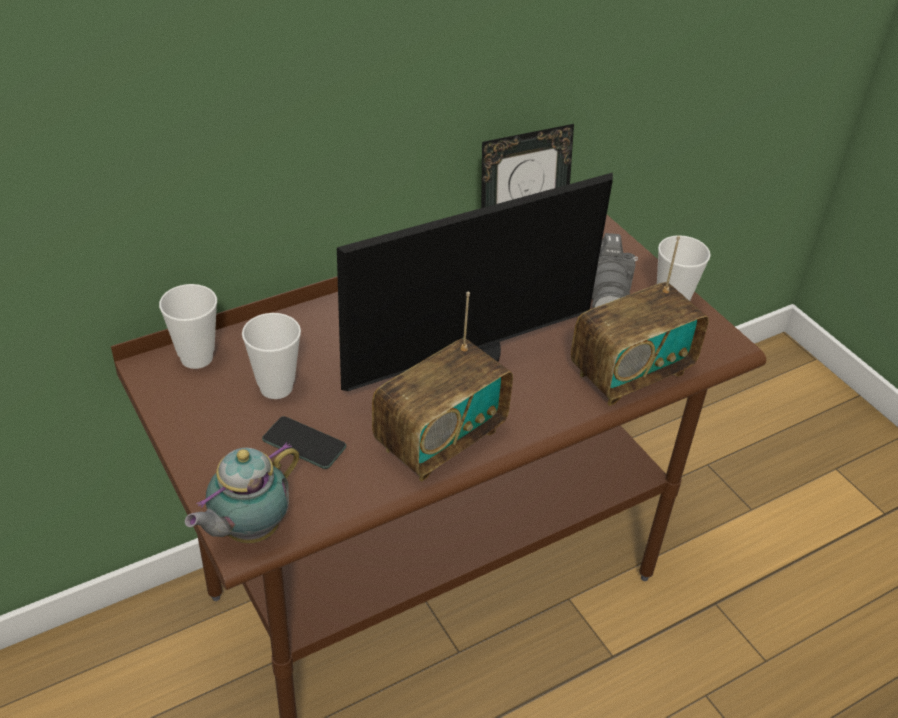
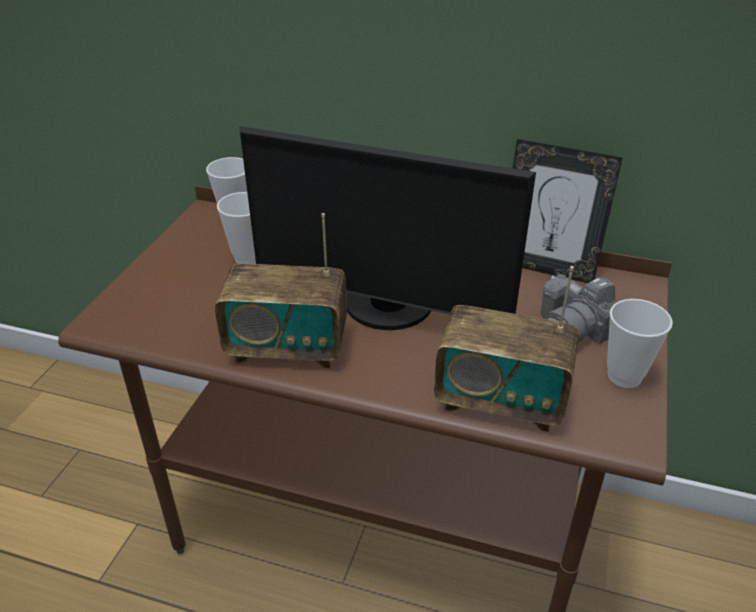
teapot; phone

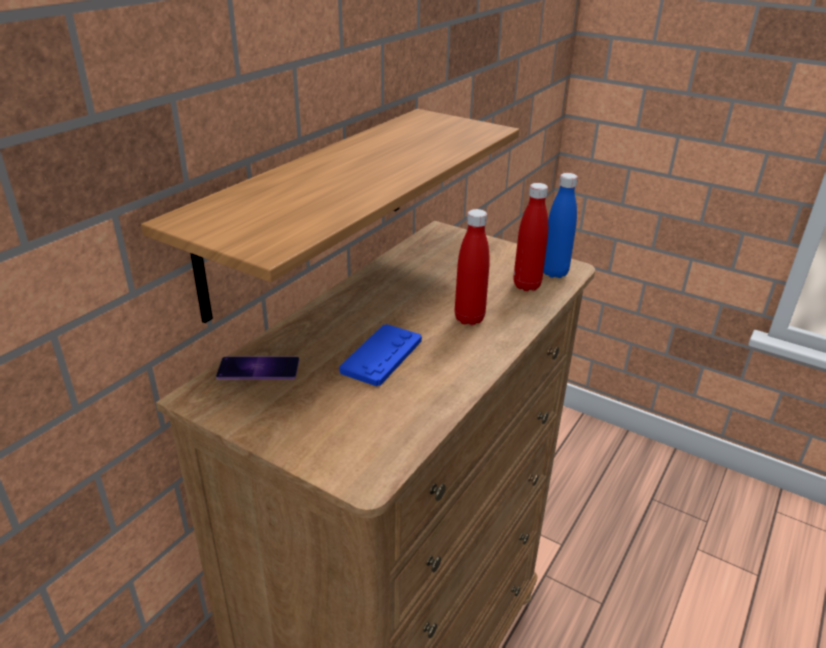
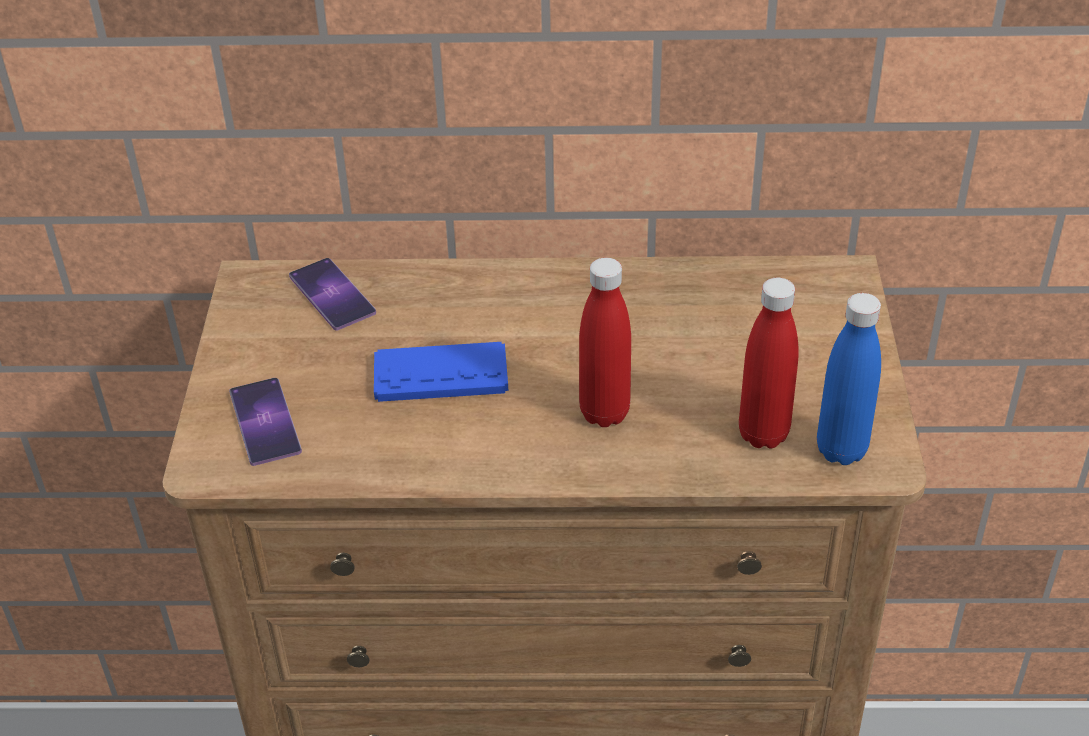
shelf; phone (no. 1 from left)

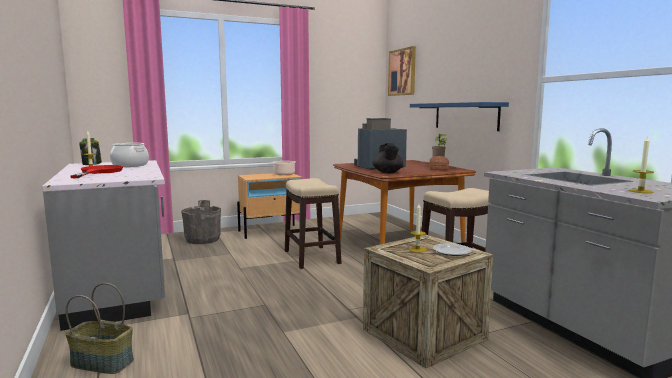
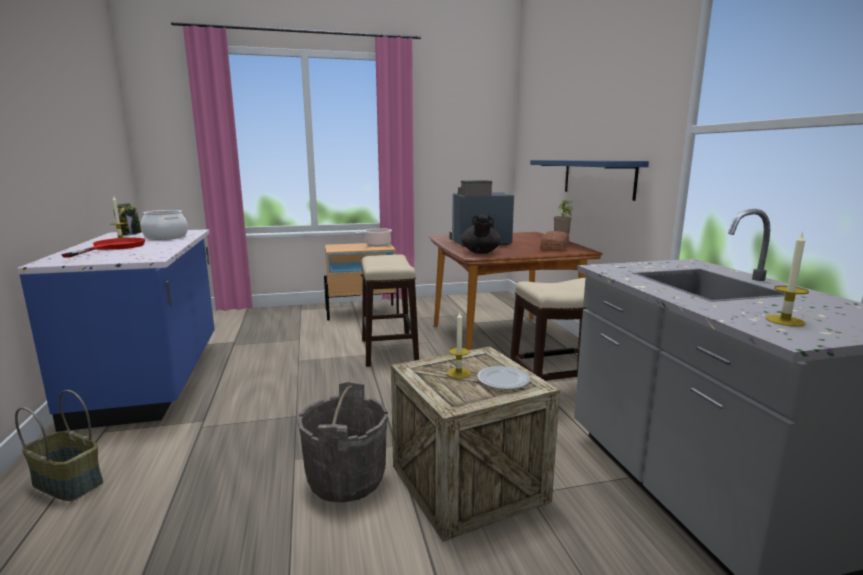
counter/blue; bucket/grey; picture

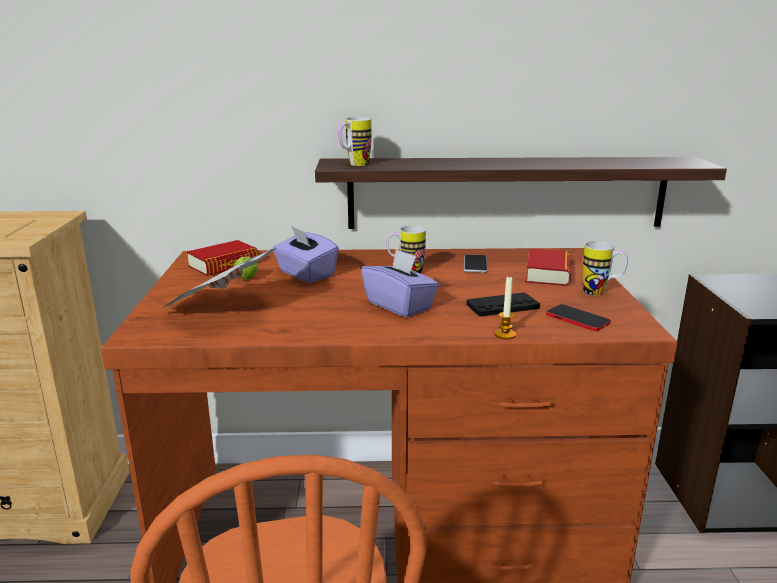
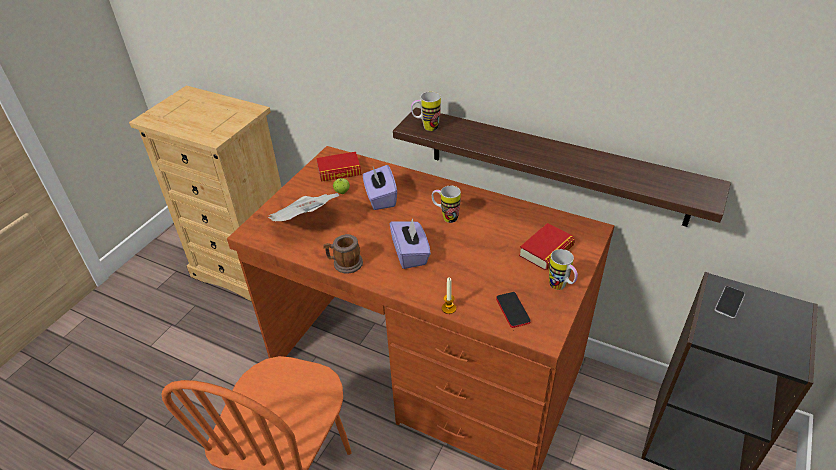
phone (no. 2 from left); game controller/black; mug (no. 1 from left)

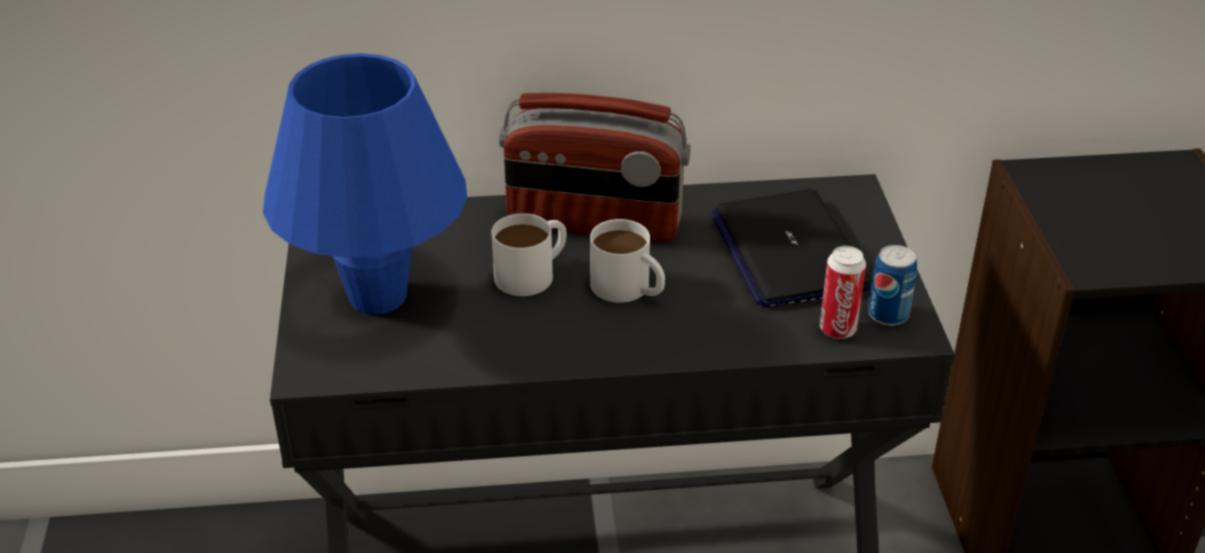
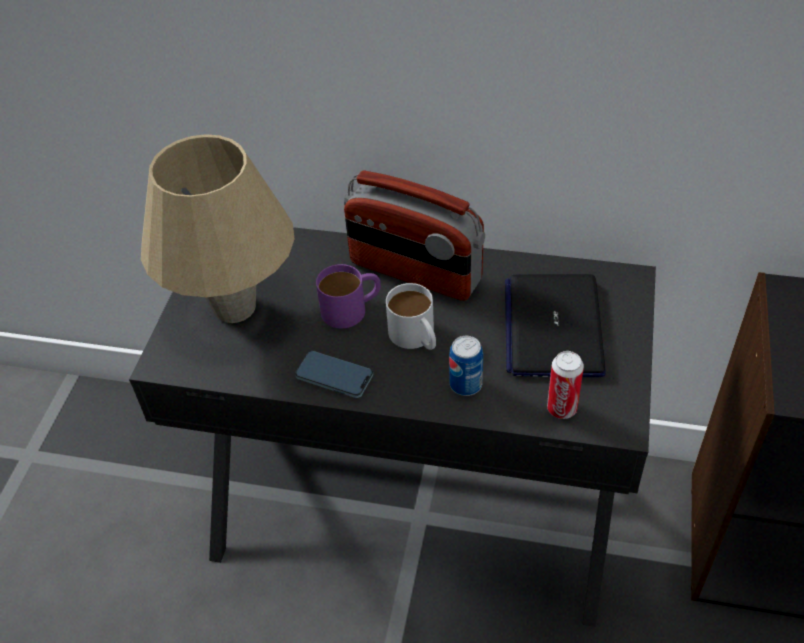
table lamp/beige; mug/purple; can (no. 1 from left); phone

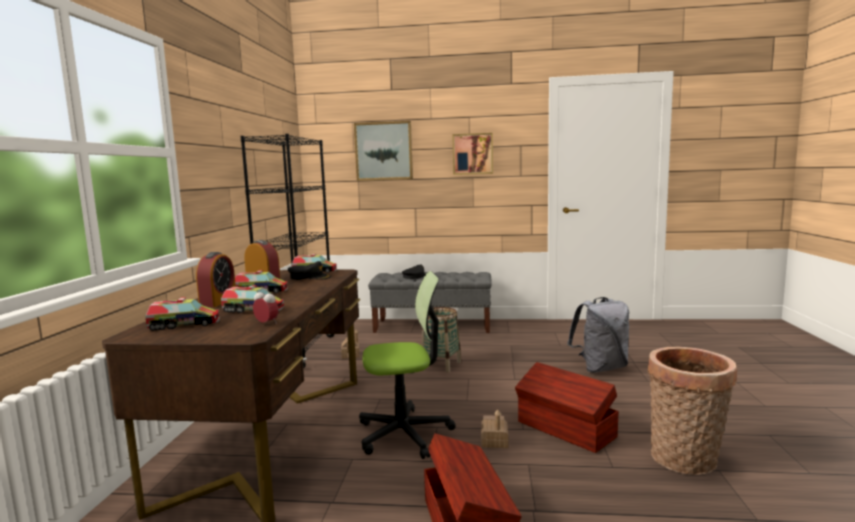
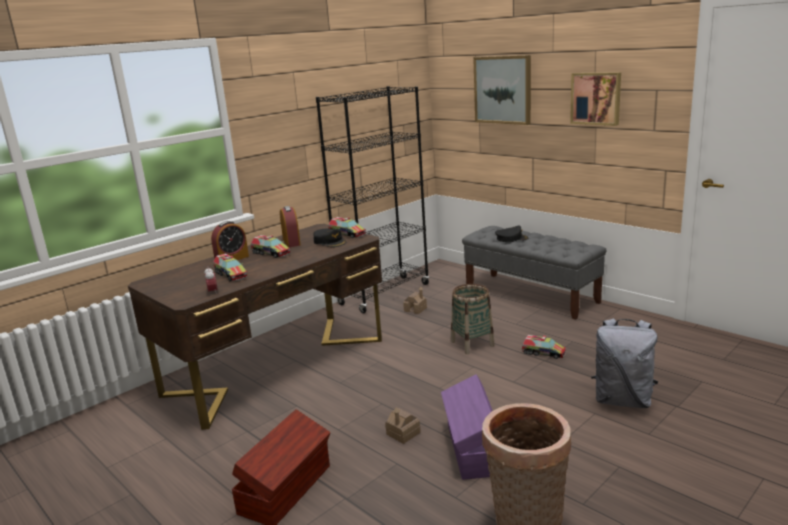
toy truck (no. 4 from left); office chair; storage box/purple

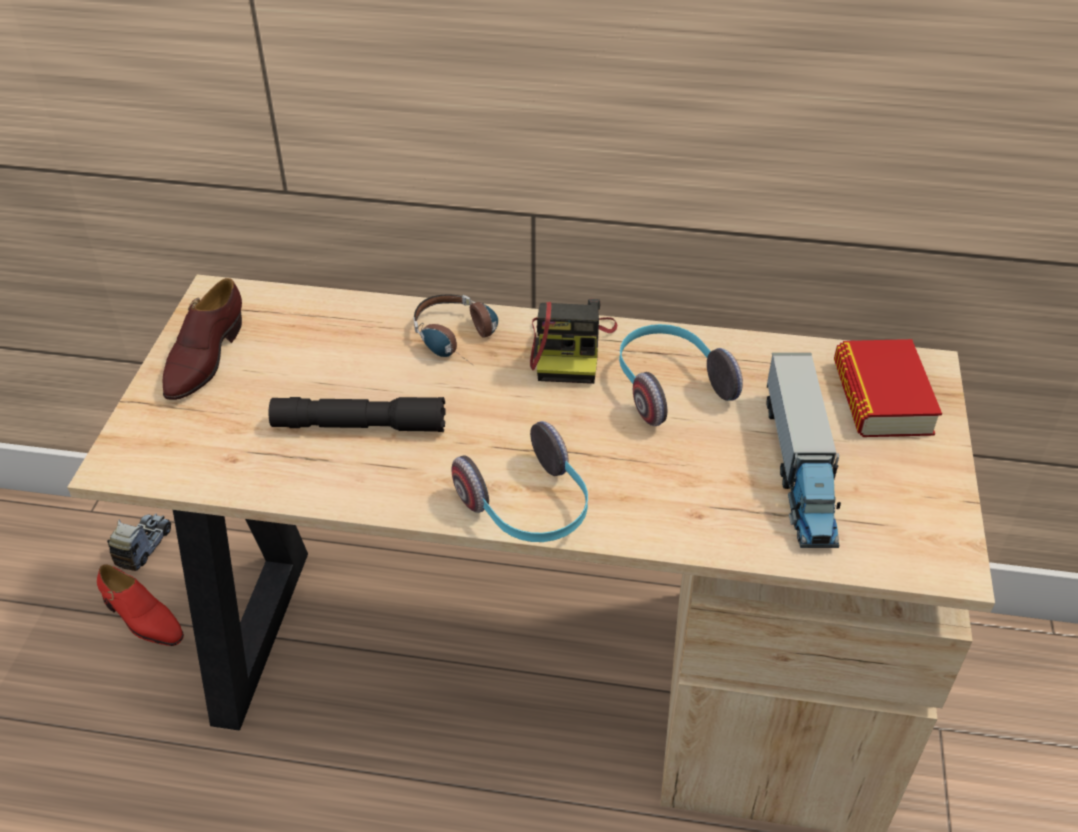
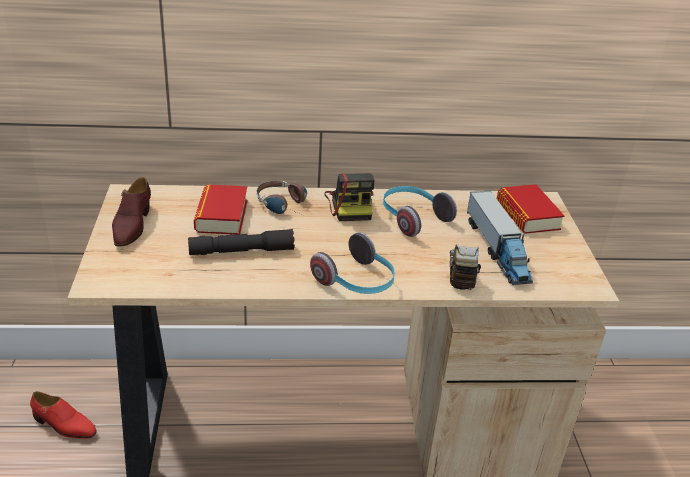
toy truck (no. 1 from left); book (no. 1 from left)

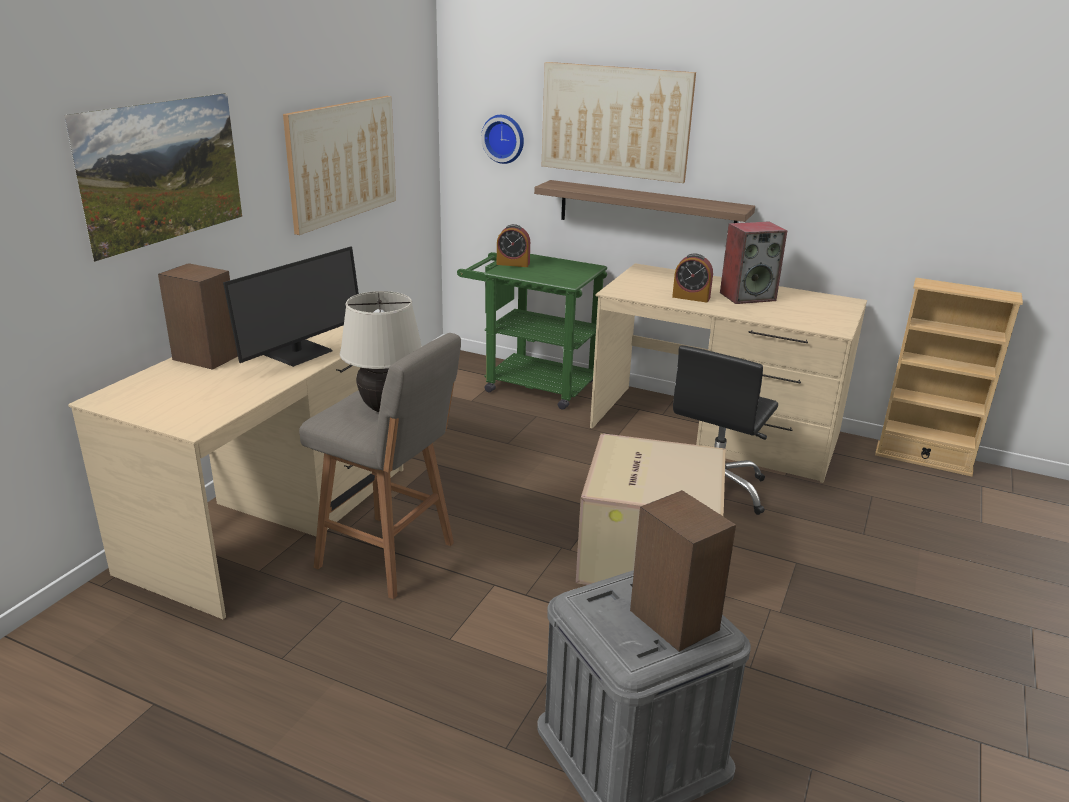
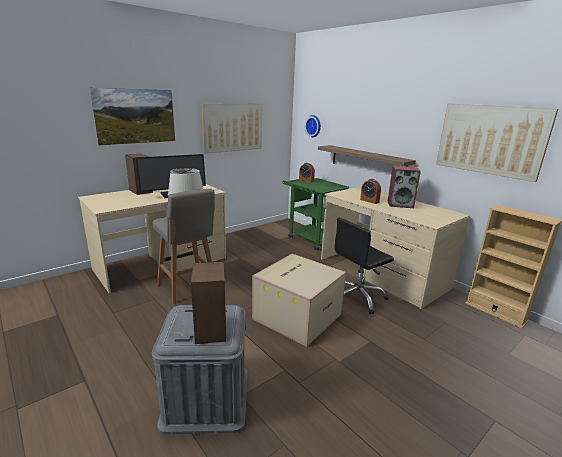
picture (no. 3 from left)

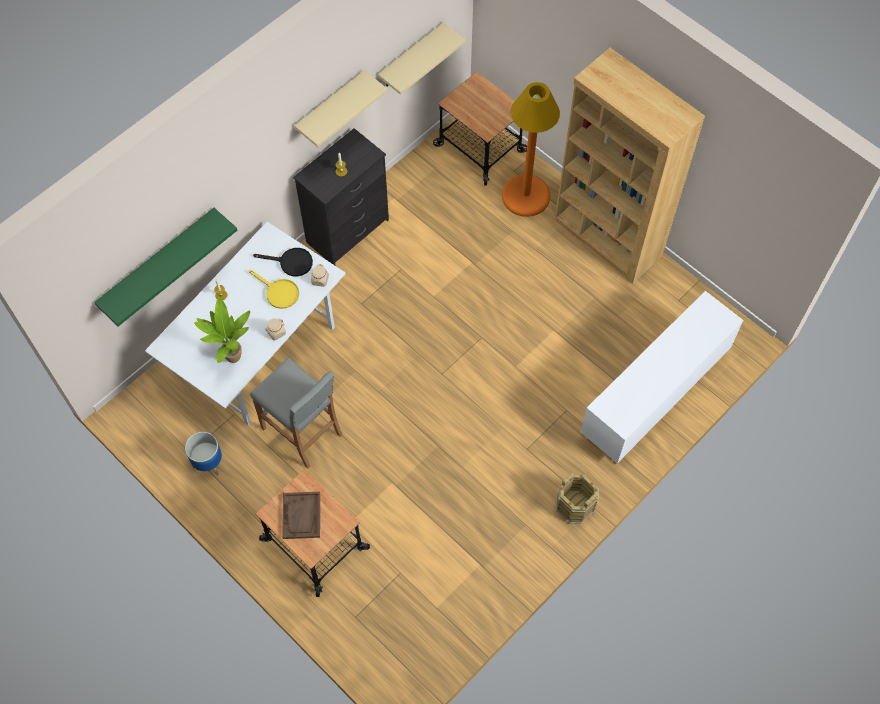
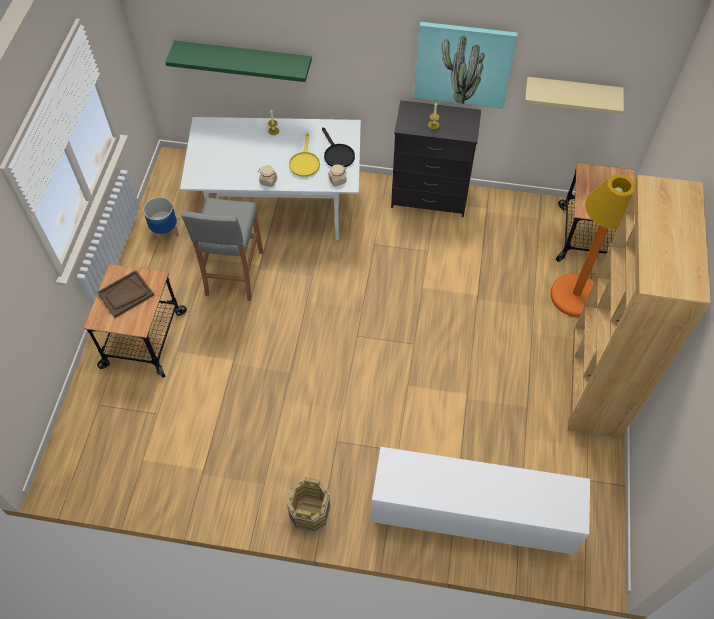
potted plant; picture

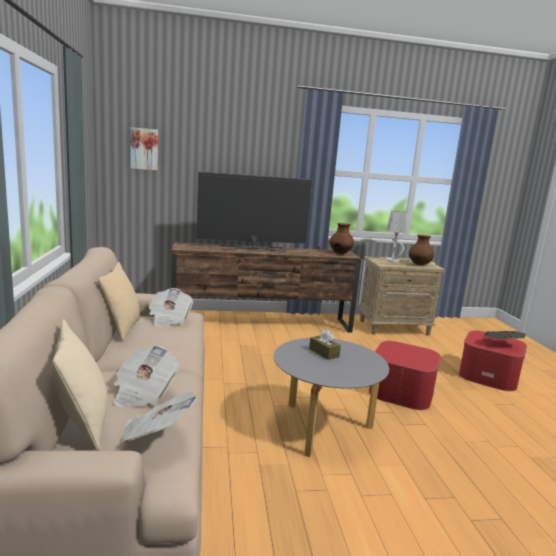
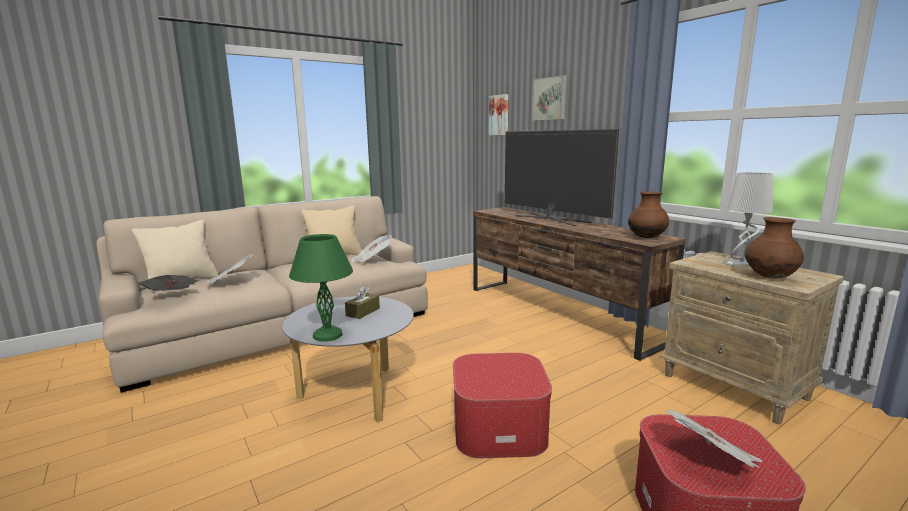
table lamp/green; picture (no. 2 from left)

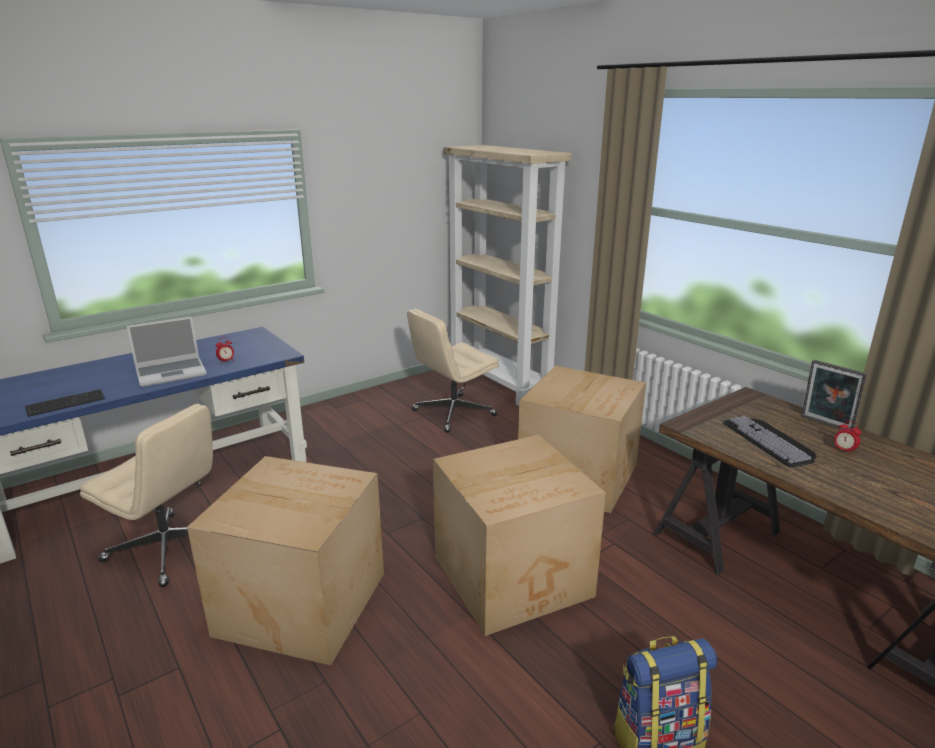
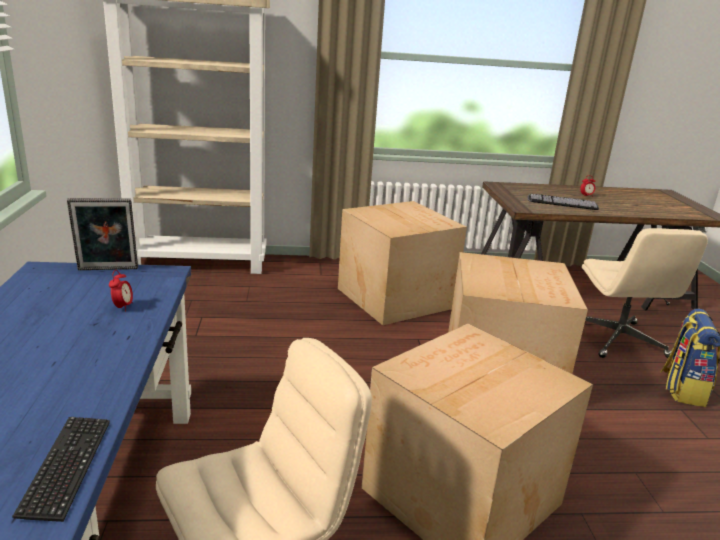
laptop; office chair/beige (no. 2 from left); picture frame

